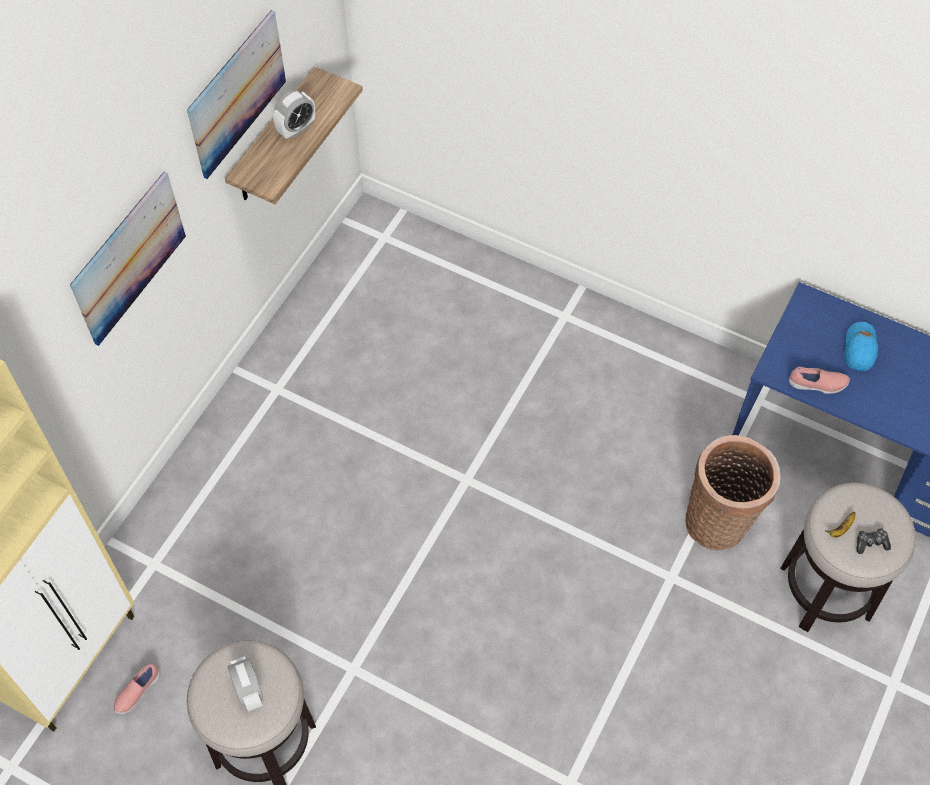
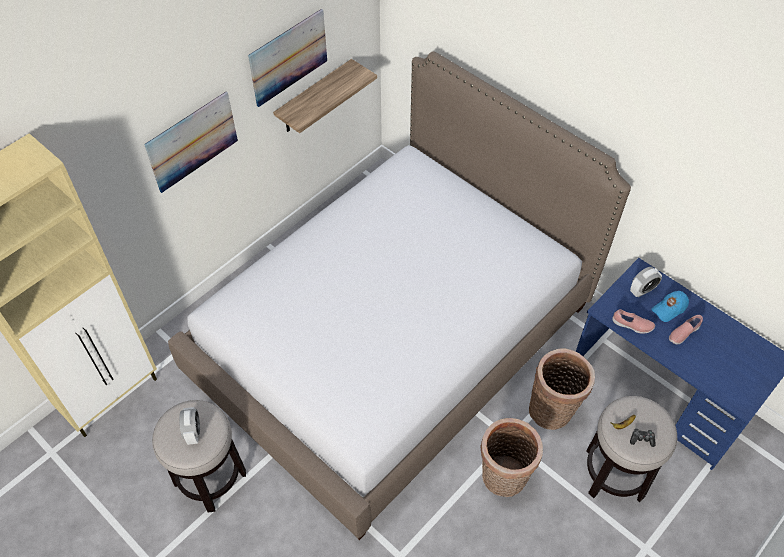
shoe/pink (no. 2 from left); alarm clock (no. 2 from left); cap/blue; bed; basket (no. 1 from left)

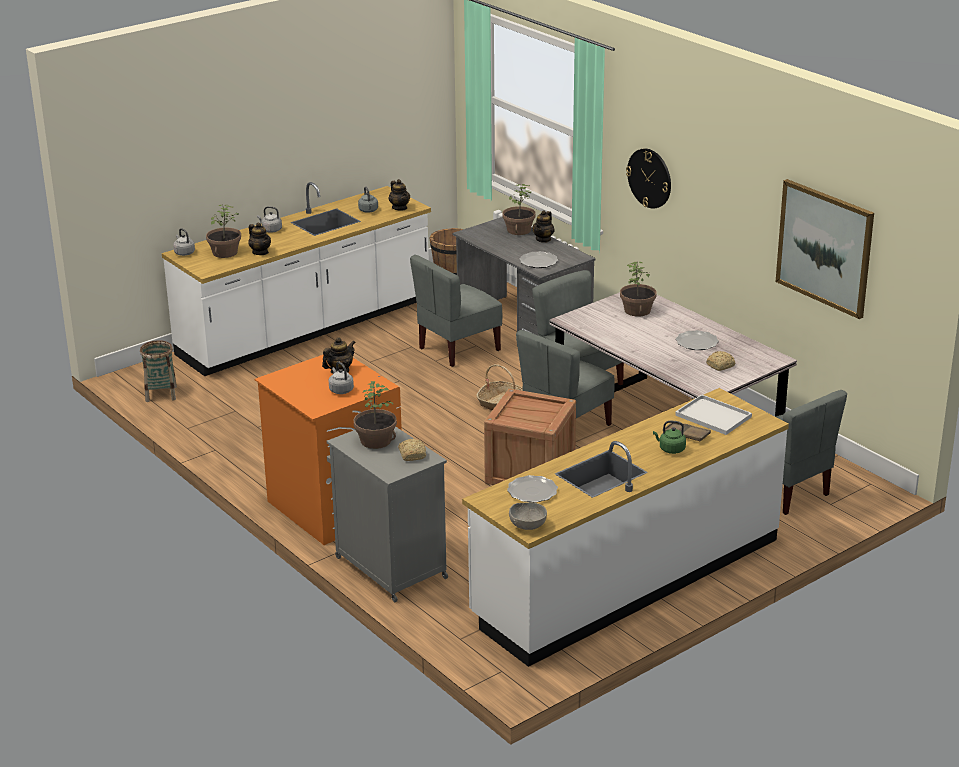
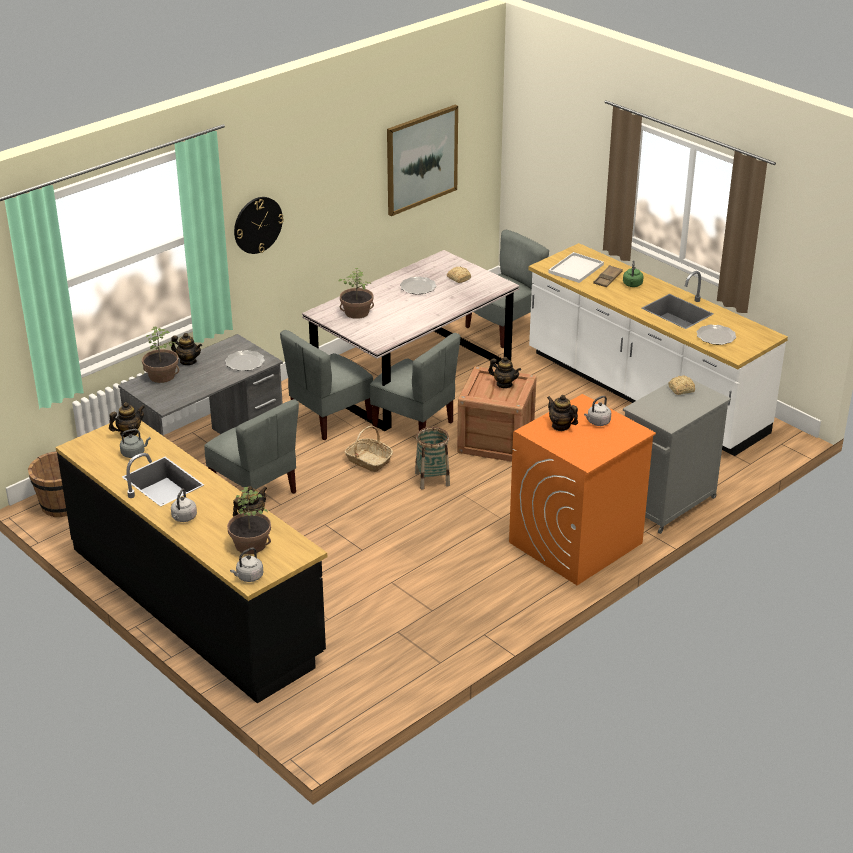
basket (no. 2 from left); counter/black; potted plant (no. 2 from left in the first image); bowl/grey; teapot (no. 4 from left)

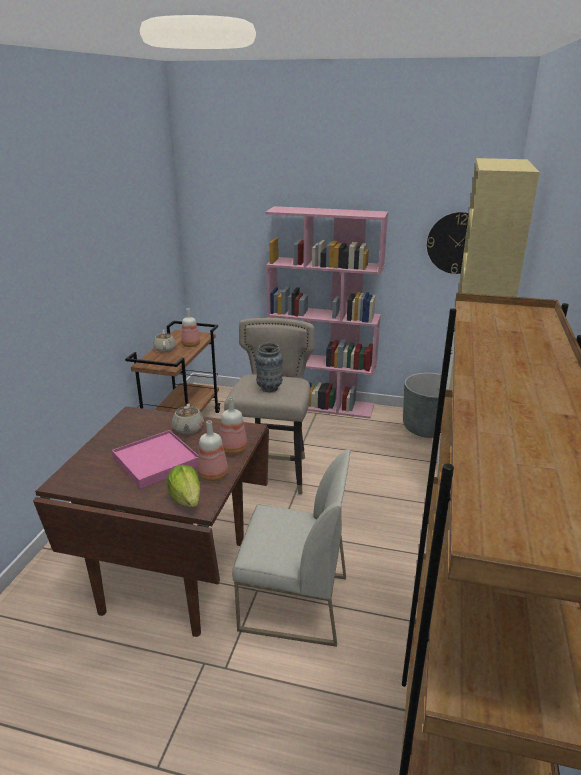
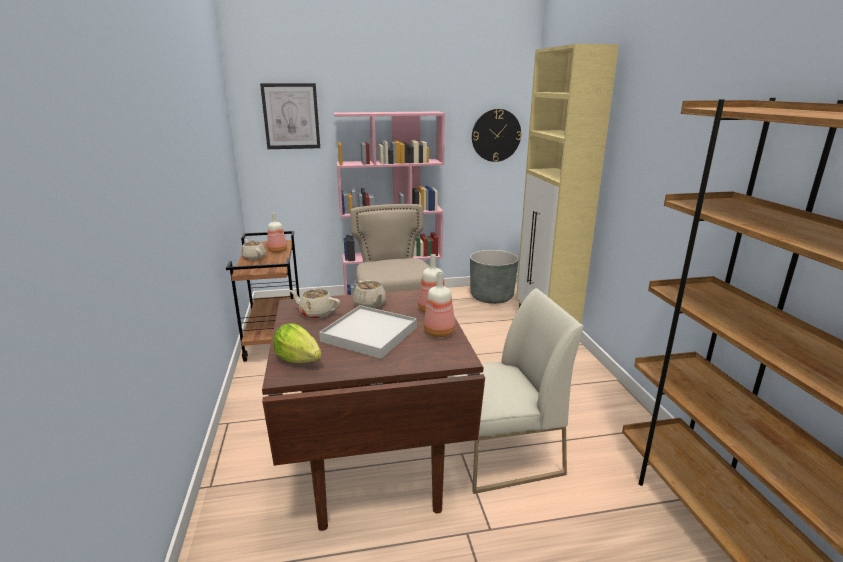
tray/white; lettuce; vase; picture; teapot/beige (no. 2 from left)

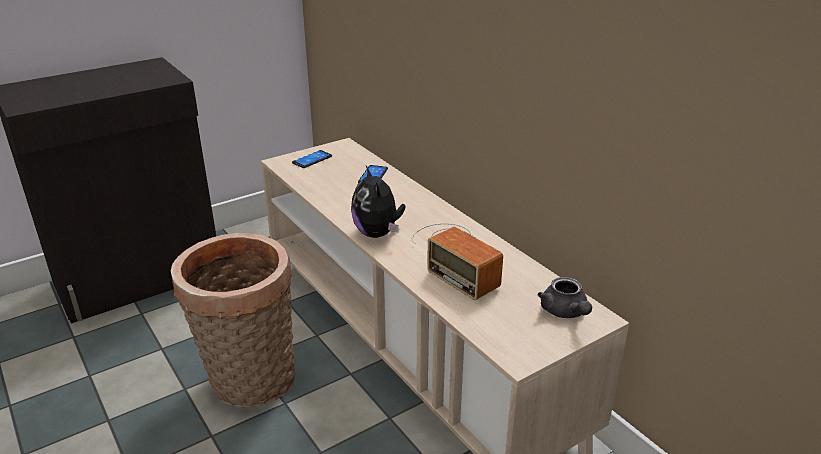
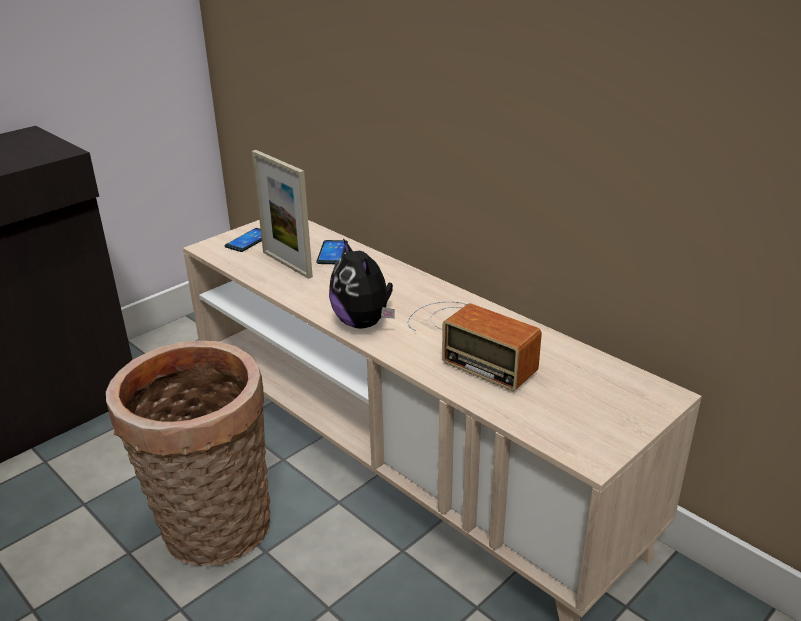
teapot/grey; picture frame

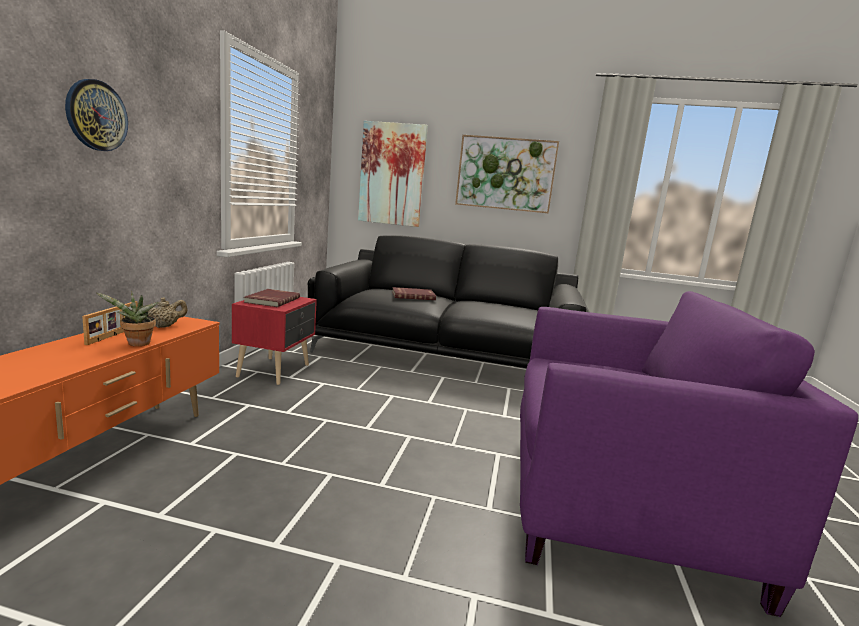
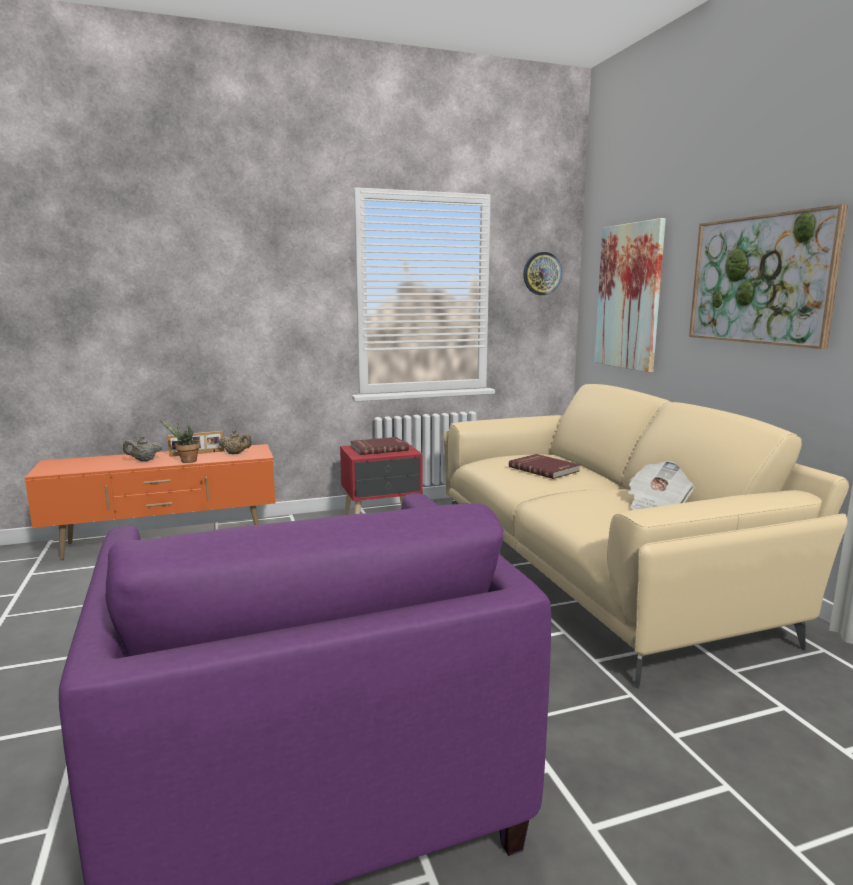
wall clock; sofa/beige; teapot/beige (no. 1 from left); newspaper

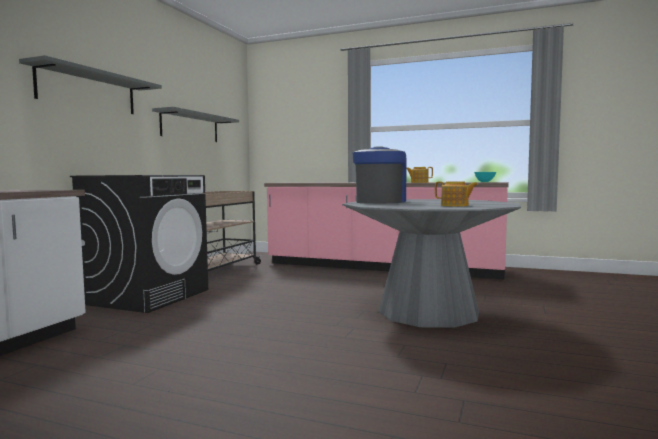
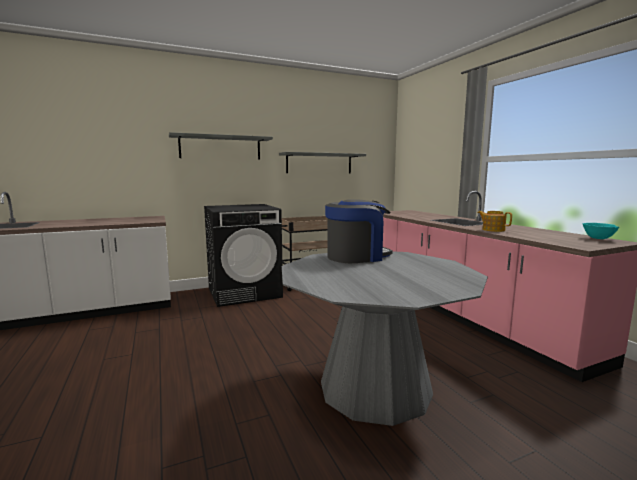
teapot (no. 2 from left in the first image)

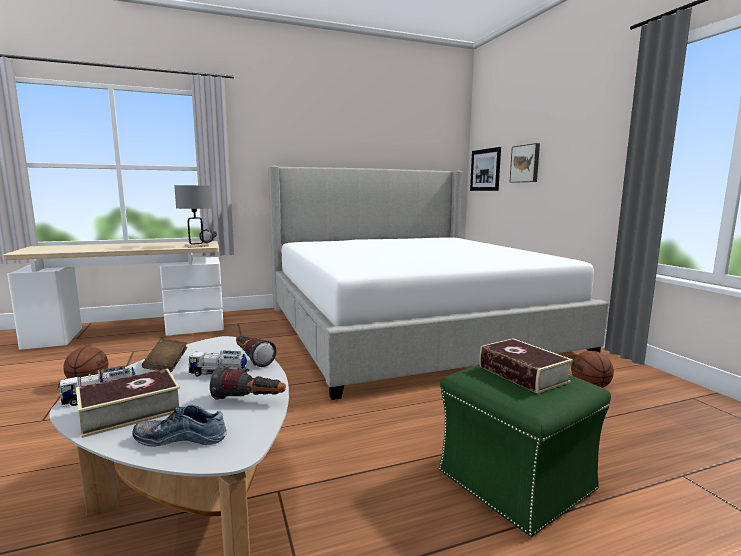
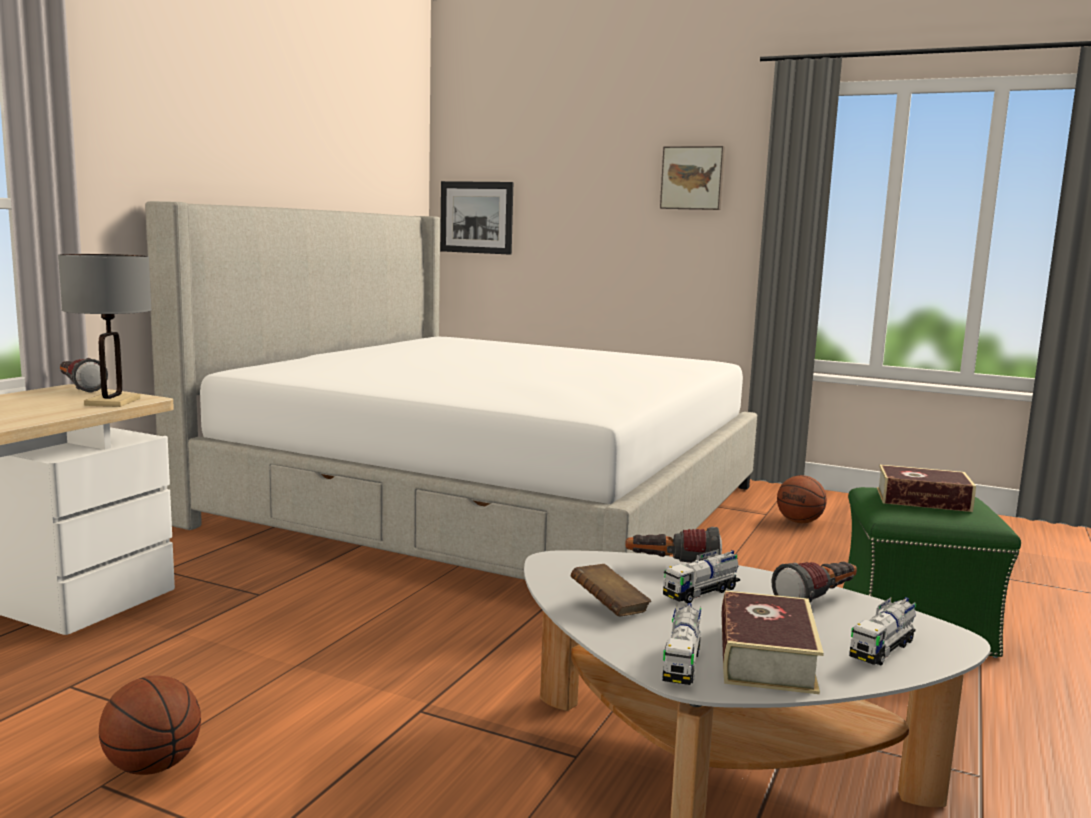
toy truck (no. 3 from left); picture (no. 2 from left)

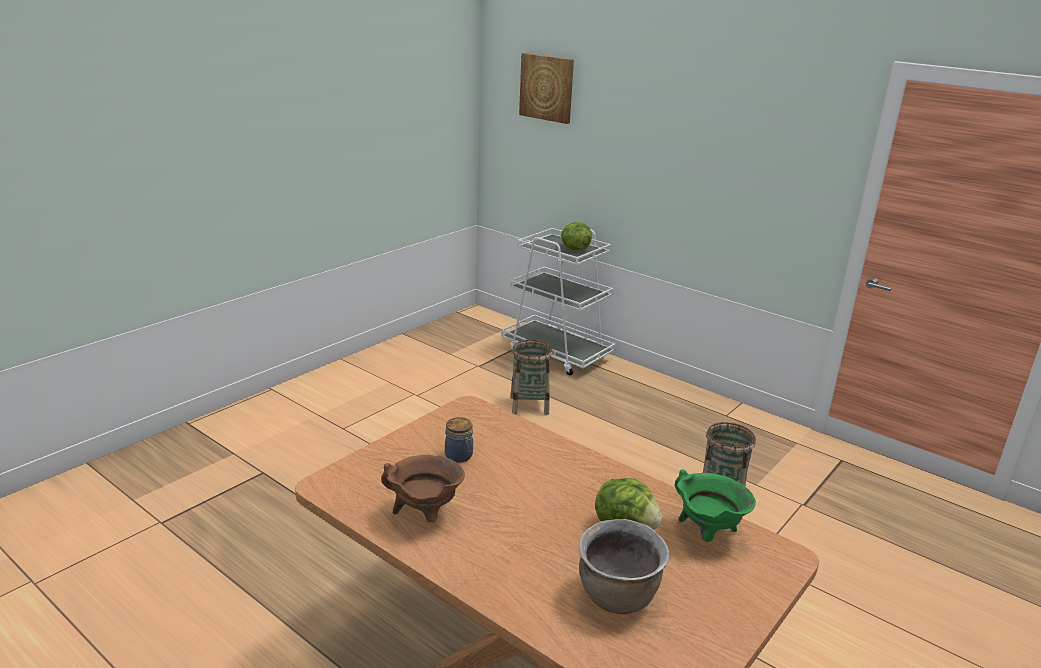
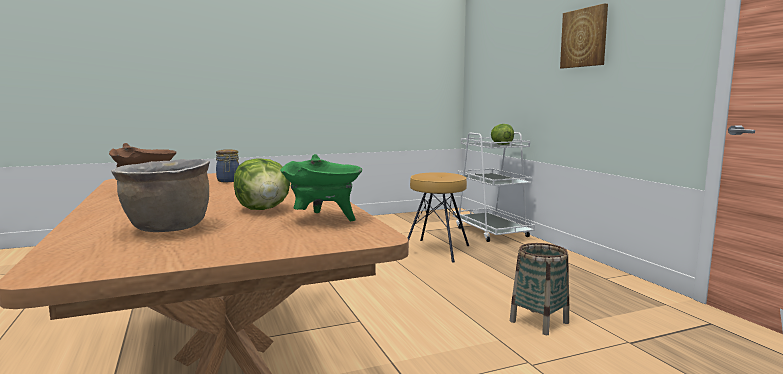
stool/brown; picture

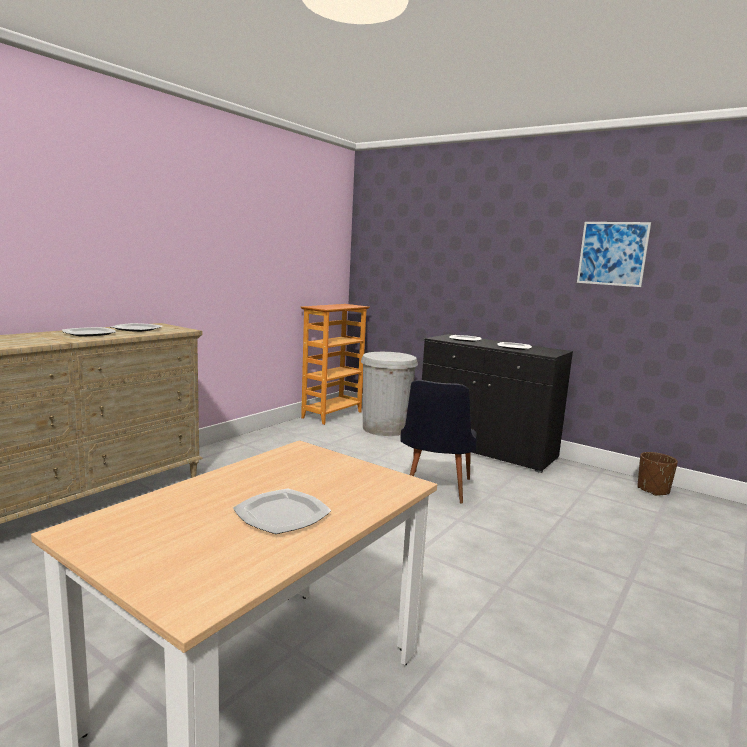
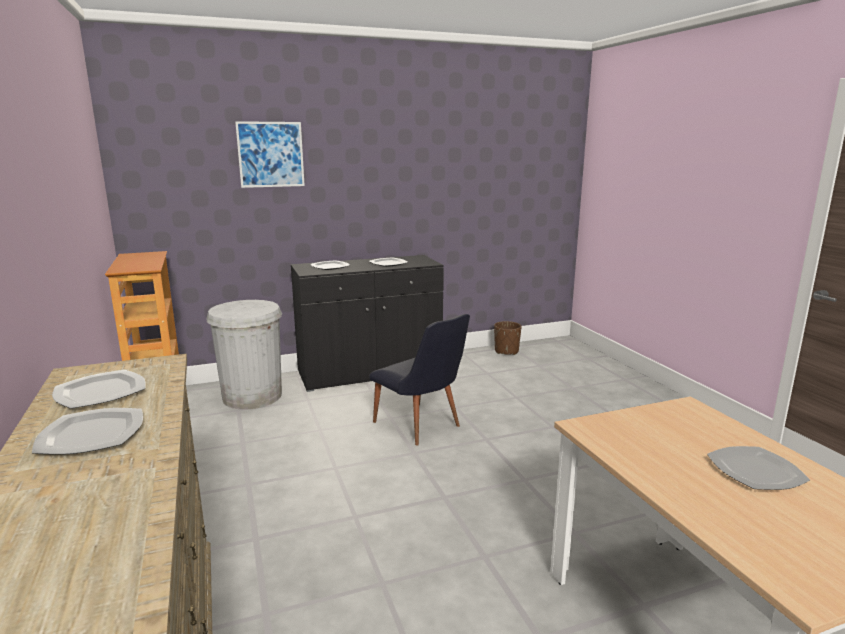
picture

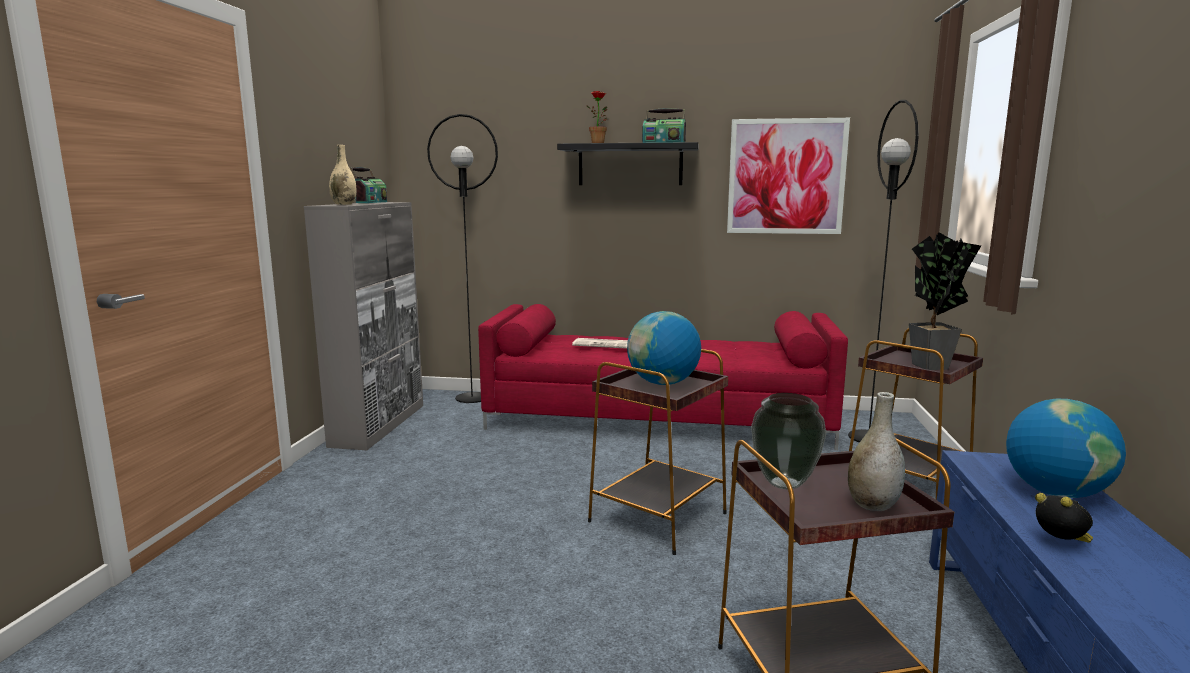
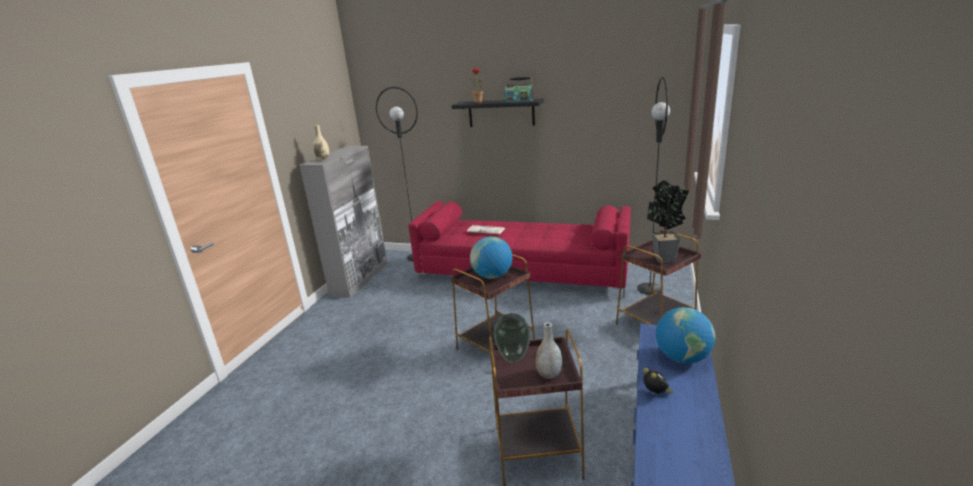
radio (no. 1 from left in the first image); picture

